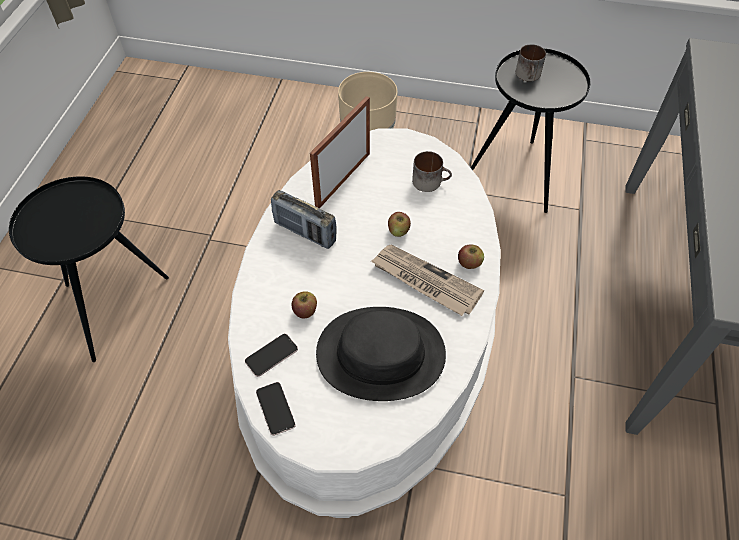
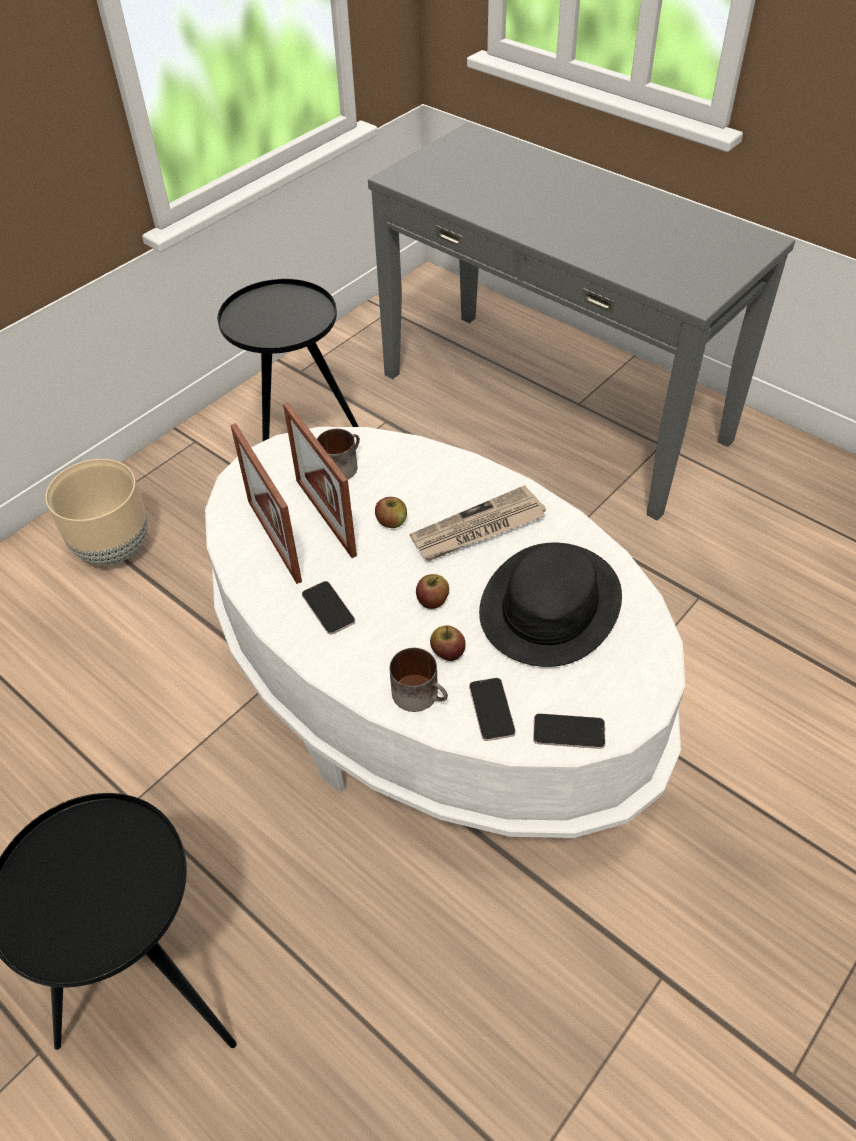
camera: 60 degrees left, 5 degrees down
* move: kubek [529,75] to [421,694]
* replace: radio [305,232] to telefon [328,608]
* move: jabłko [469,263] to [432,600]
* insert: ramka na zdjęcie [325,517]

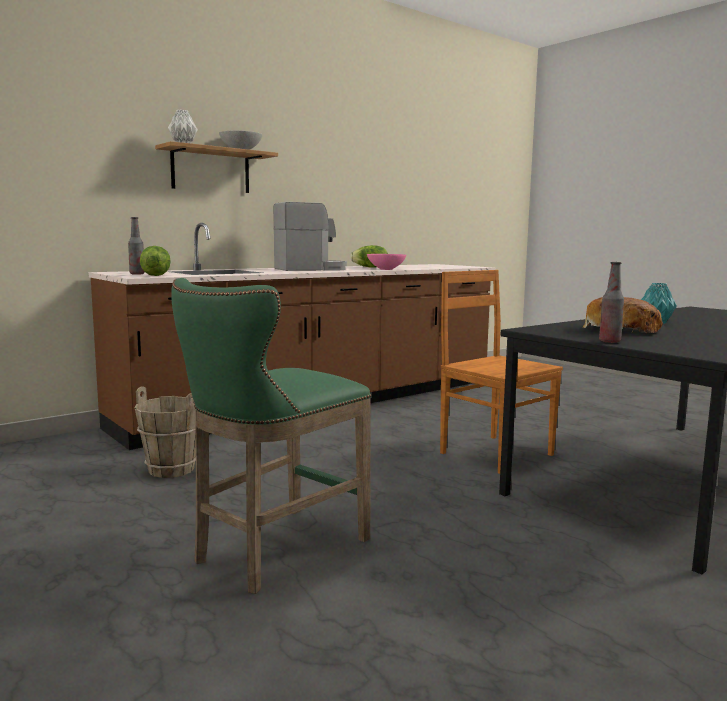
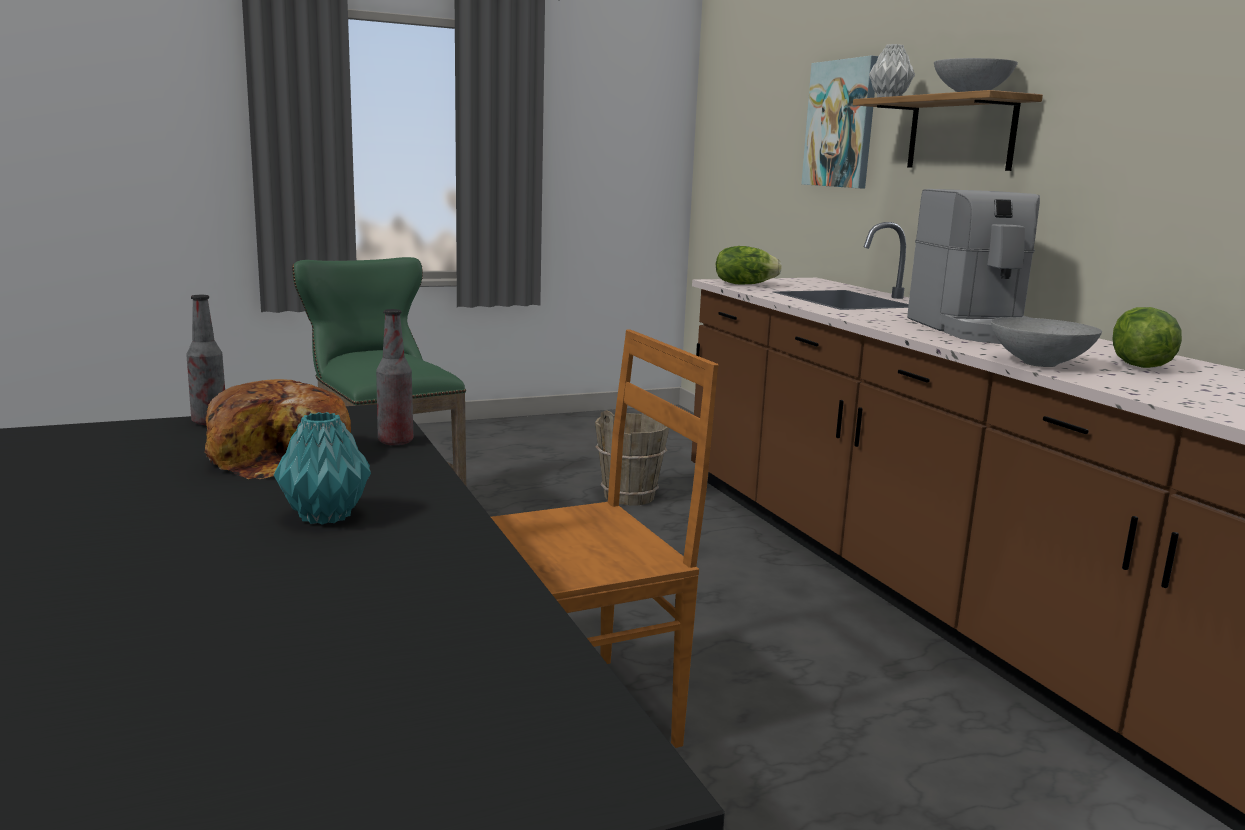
camera: 105 degrees right, 5 degrees up
* move: butelka [137,274] to [395,442]
* recolor: miska (różowy) [387,269] to miska (szary) [1040,364]
* insert: obraz [841,124]

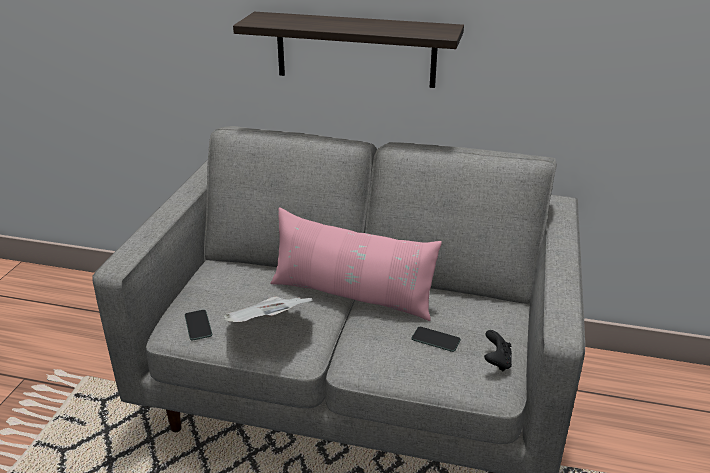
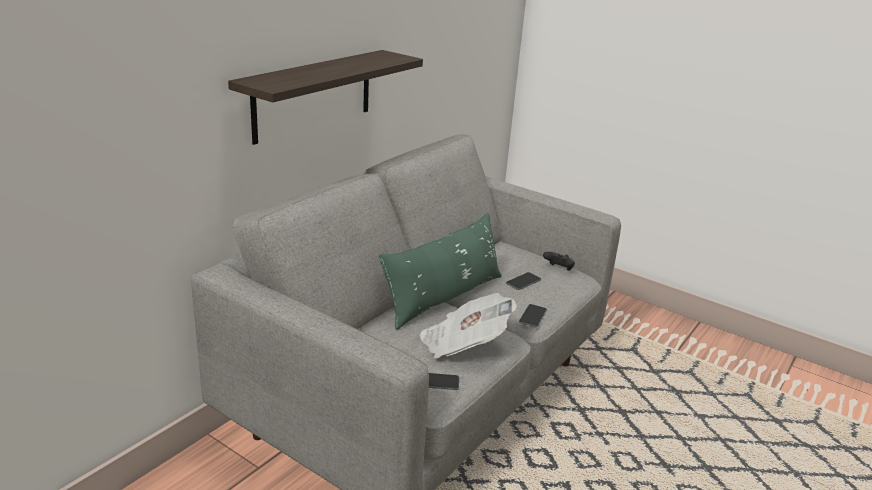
camera: 70 degrees left, 5 degrees down
* recolor: poduszka (różowy) [351,295] to poduszka (zielony) [444,297]
* insert: telefon [532,316]

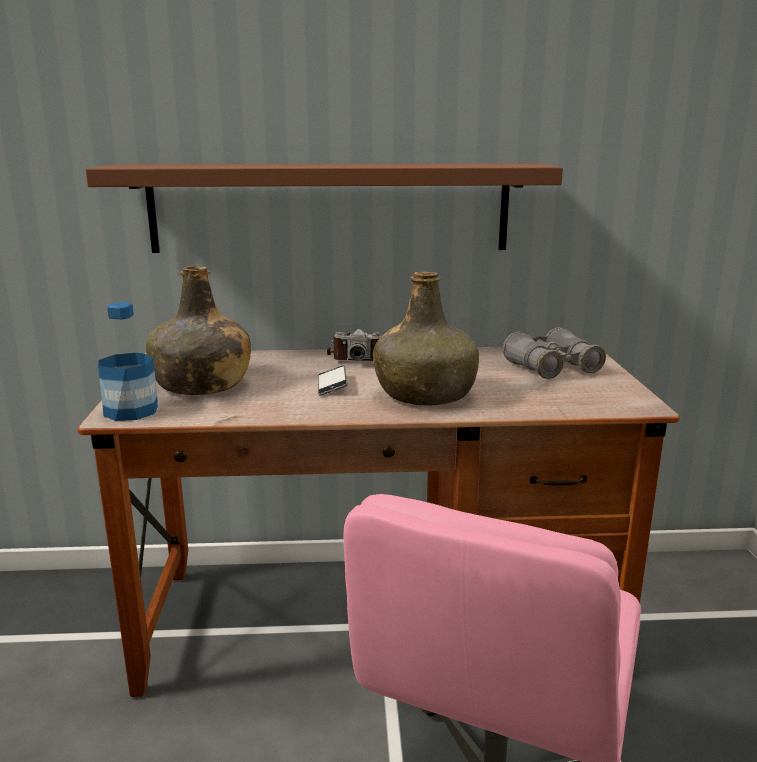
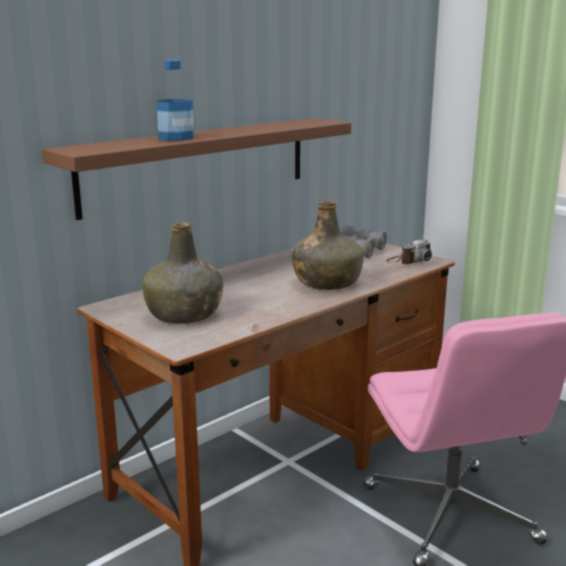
camera: 40 degrees left, 0 degrees up
* move: butelka [131,411] to [176,138]
* move: aparat fotograficzny [357,358] to [409,261]
* delete: telefon [332,385]

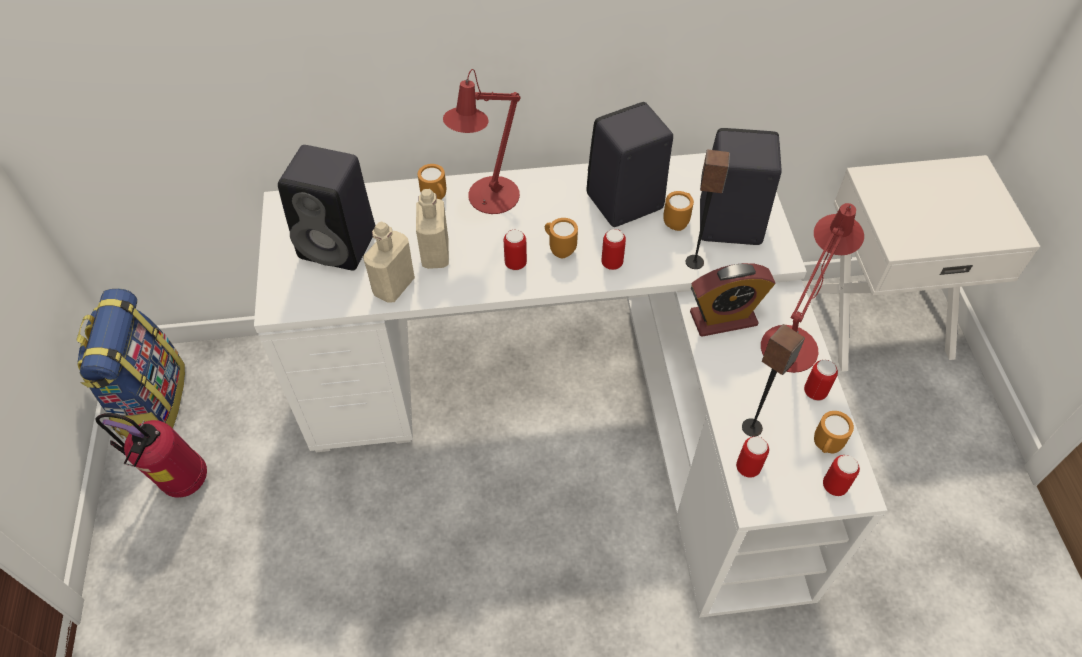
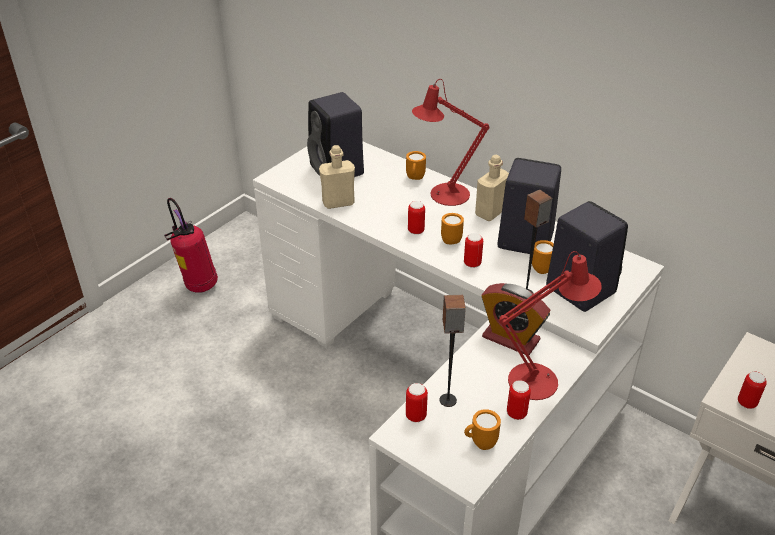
camera: 45 degrees right, 15 degrees down
* move: butelka (beżowy) [435,254] to [490,212]
* delete: plecak [151,400]
* move: puszka [834,486] to [746,403]

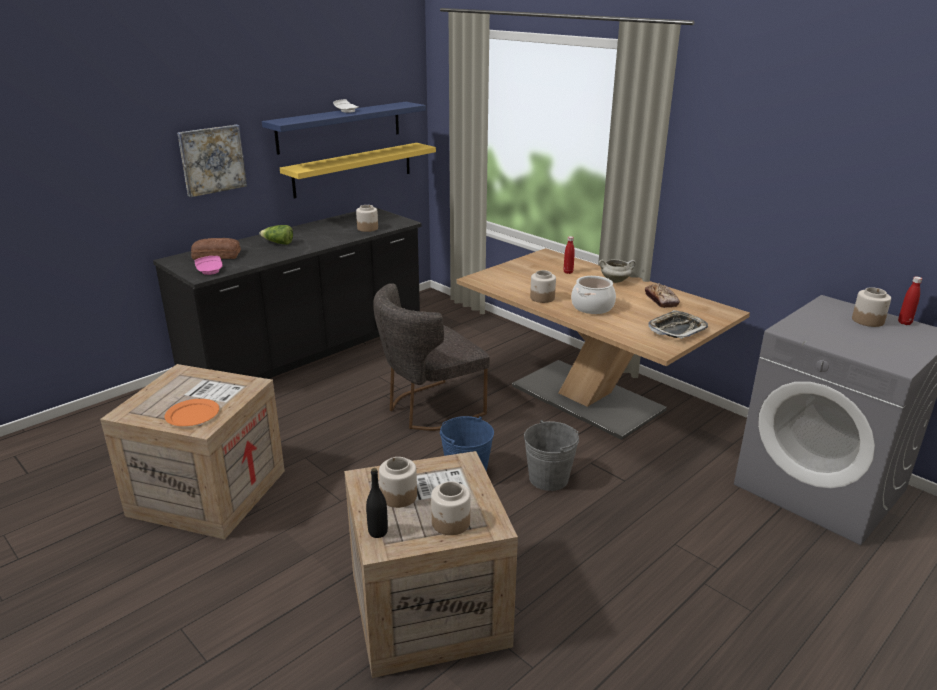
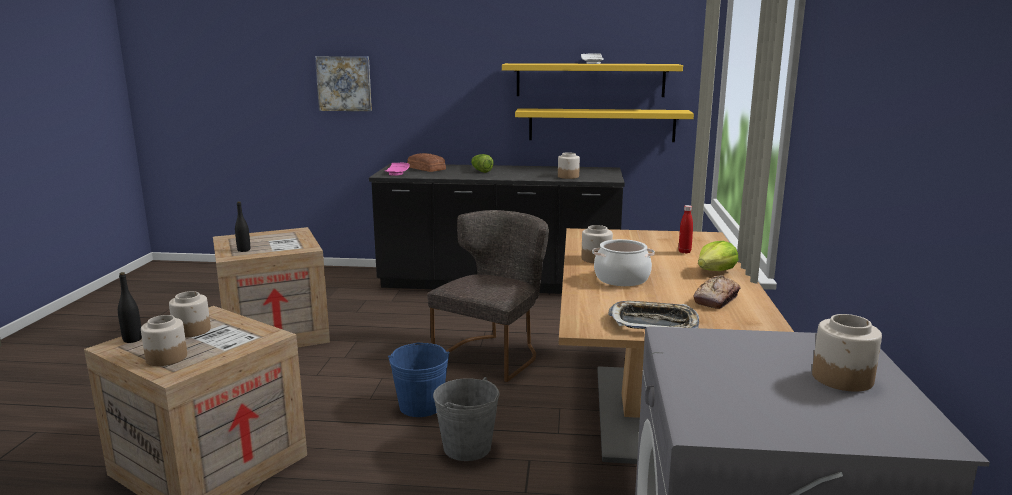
camera: 50 degrees right, 10 degrees down
* recolor: półka (niebieski) [340,127] to półka (żółty) [590,80]
* move: obraz [212,160] to [344,83]
* replace: garnek (biały) [615,281] to sałata [715,271]
* delete: butelka (czerwony) [904,323]
* rotate: krzesło (szary) [429,409] = [493,354] 105 degrees clockwise
* replace: talerz (pomarańczowy) [193,415] to butelka (czarny) [244,250]

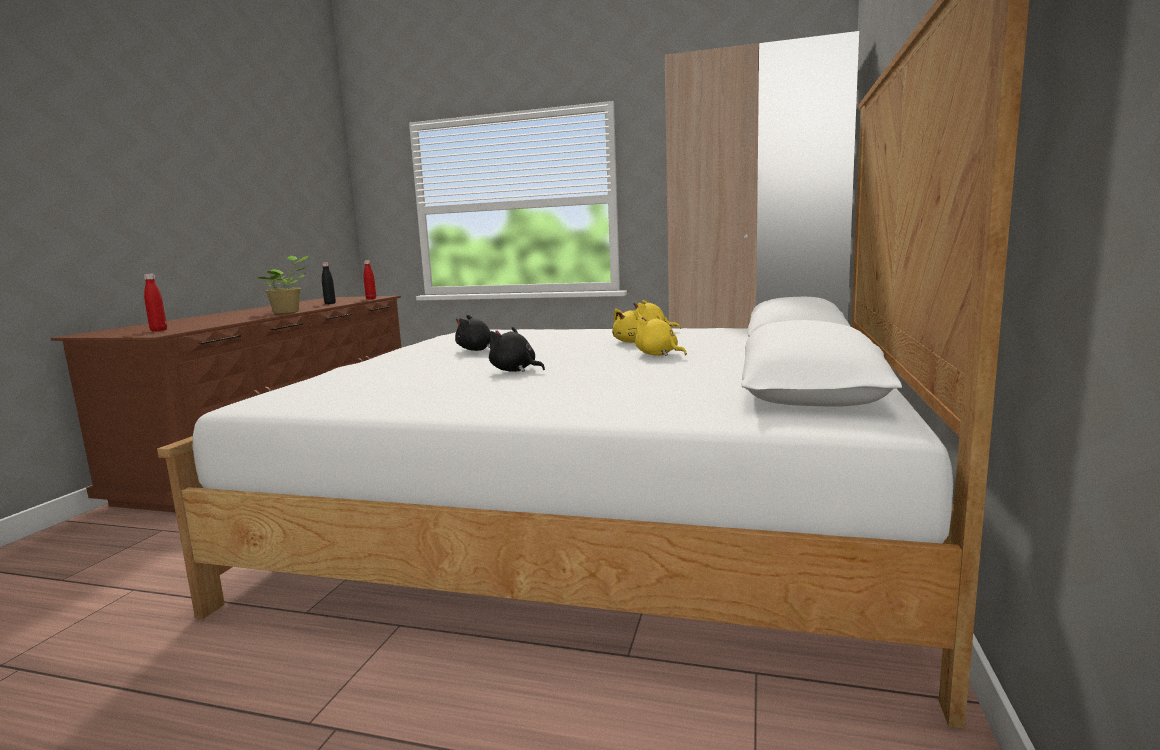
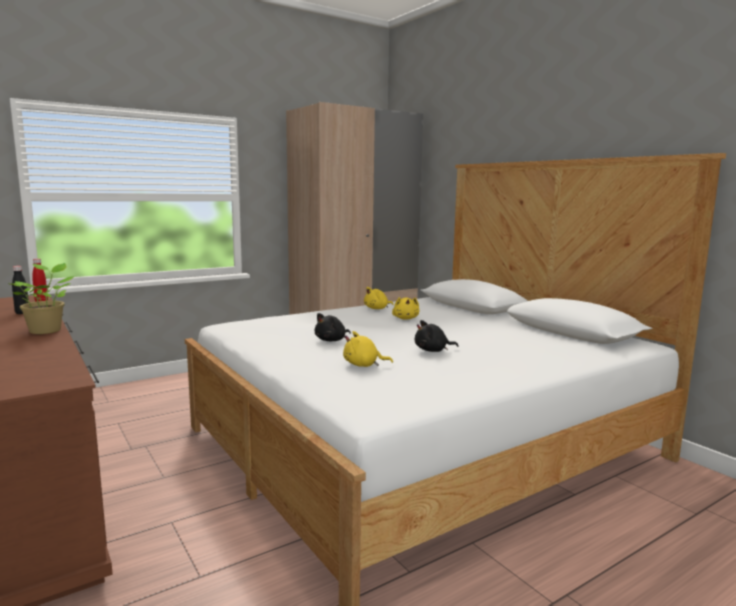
camera: 50 degrees left, 0 degrees up
* delete: butelka (czerwony) [158,330]
* move: pluszak (żółty) [658,355] to [363,365]

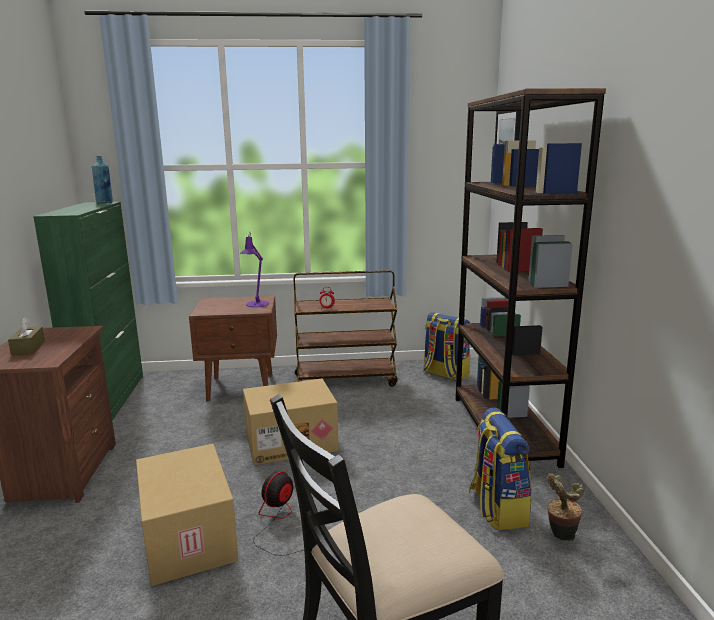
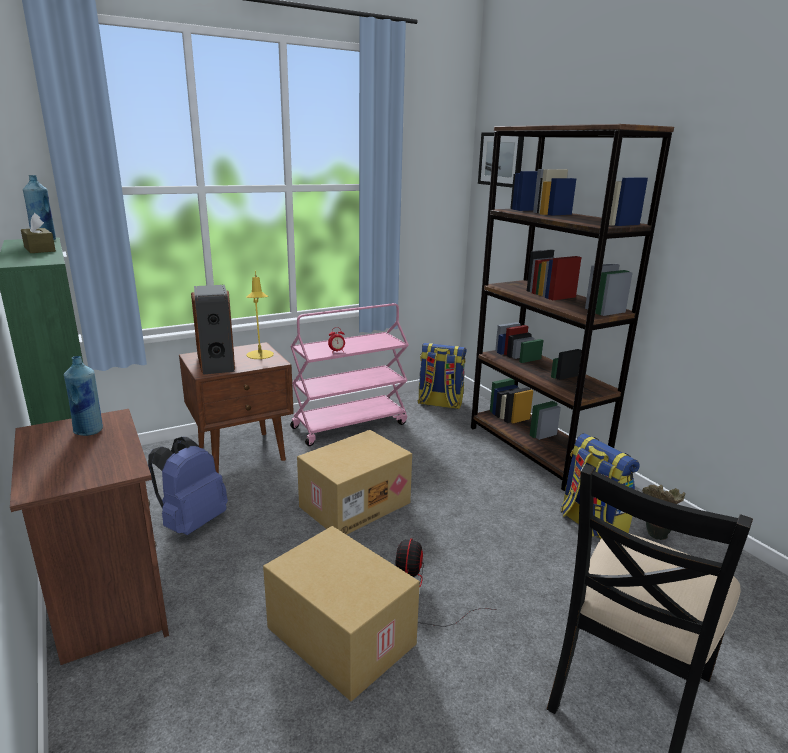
camera: 25 degrees left, 5 degrees up
* recolor: lampa stołowa (fioletowy) [256,305] to lampa stołowa (żółty) [260,356]
* recolor: wózek (brązowy) [346,380] to wózek (różowy) [350,425]
* move: pudełko chusteczek (brązowy) [28,348] to [39,249]
* insert: głośnik [217,362]
* insert: butelka (niebieski) [89,431]
* insert: plecak (niebieski) [191,522]

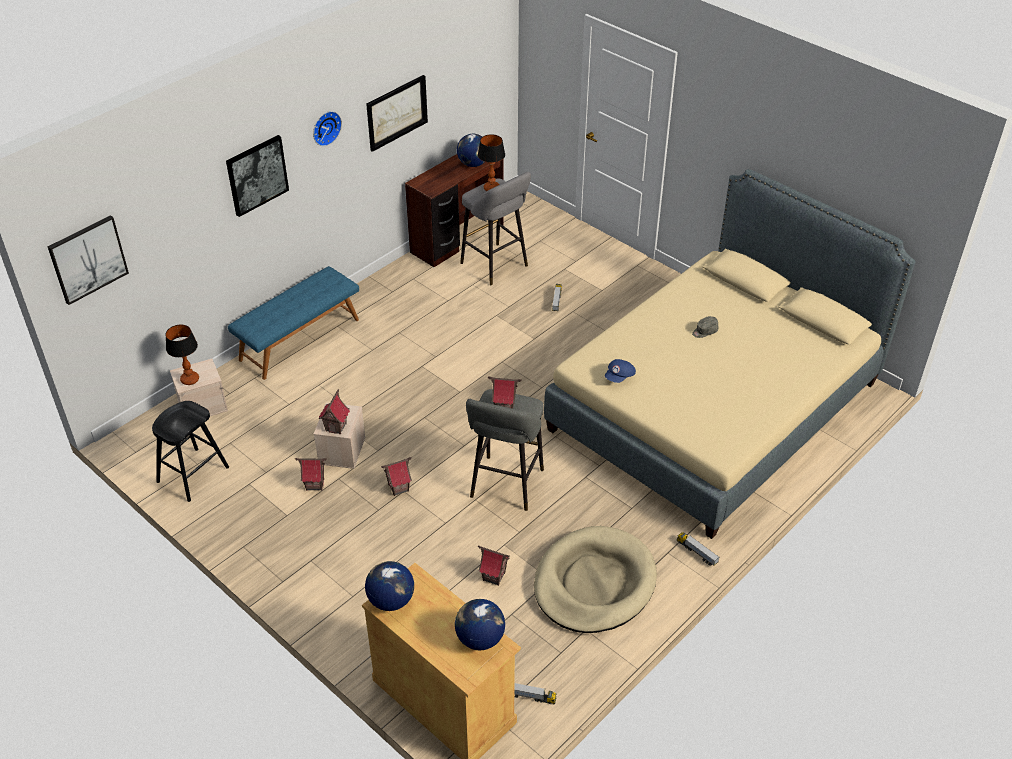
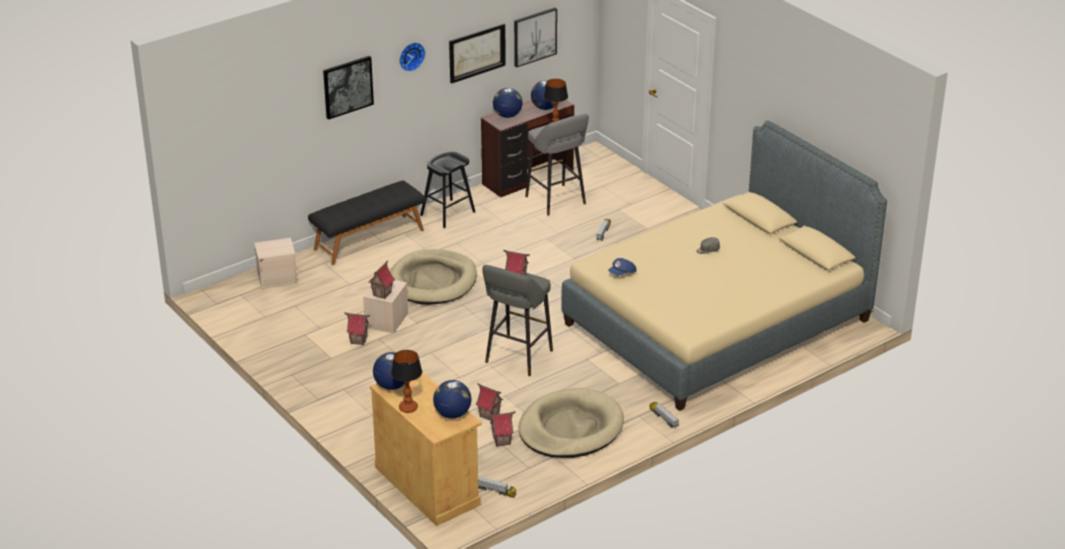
camera: 10 degrees right, 10 degrees down
* move: obraz [88,259] to [534,36]
* recolor: ławka (niebieski) [299,339] to ławka (czarny) [369,239]
* move: lampa stołowa [189,379] to [408,408]
* move: stołek (czarny) [193,475] to [447,213]
* move: domek [398,487] to [501,441]
* insert: globus [507,115]
* insert: legowisko (beżowy) [433,281]

